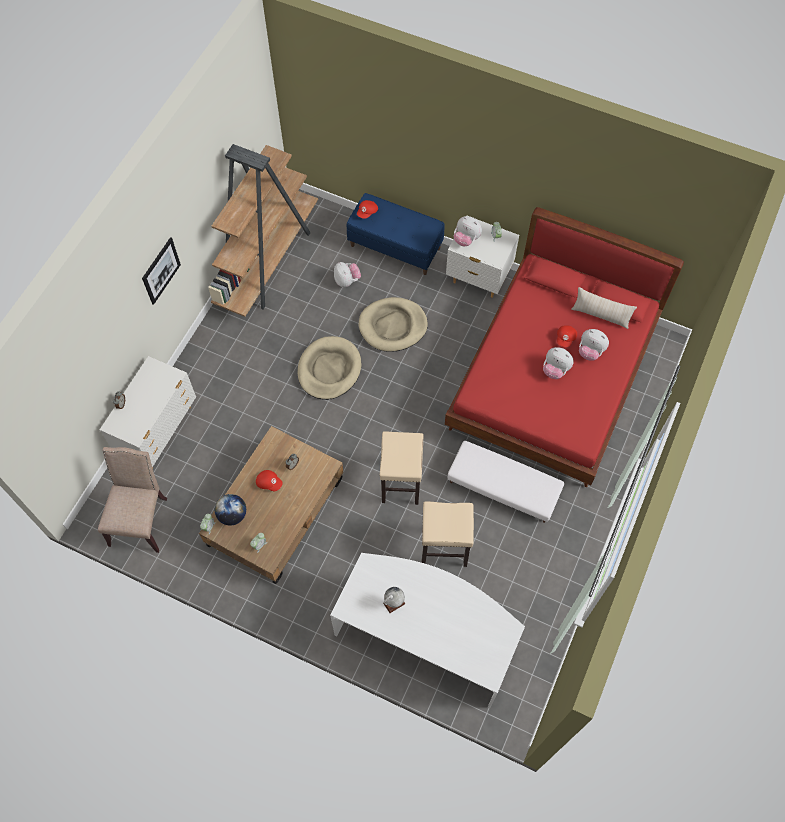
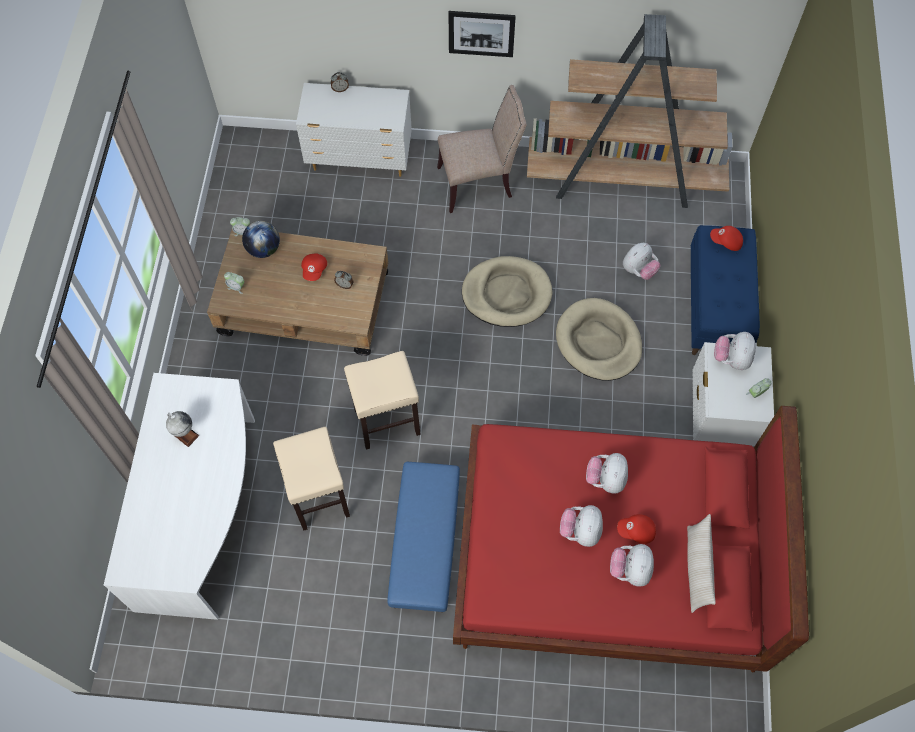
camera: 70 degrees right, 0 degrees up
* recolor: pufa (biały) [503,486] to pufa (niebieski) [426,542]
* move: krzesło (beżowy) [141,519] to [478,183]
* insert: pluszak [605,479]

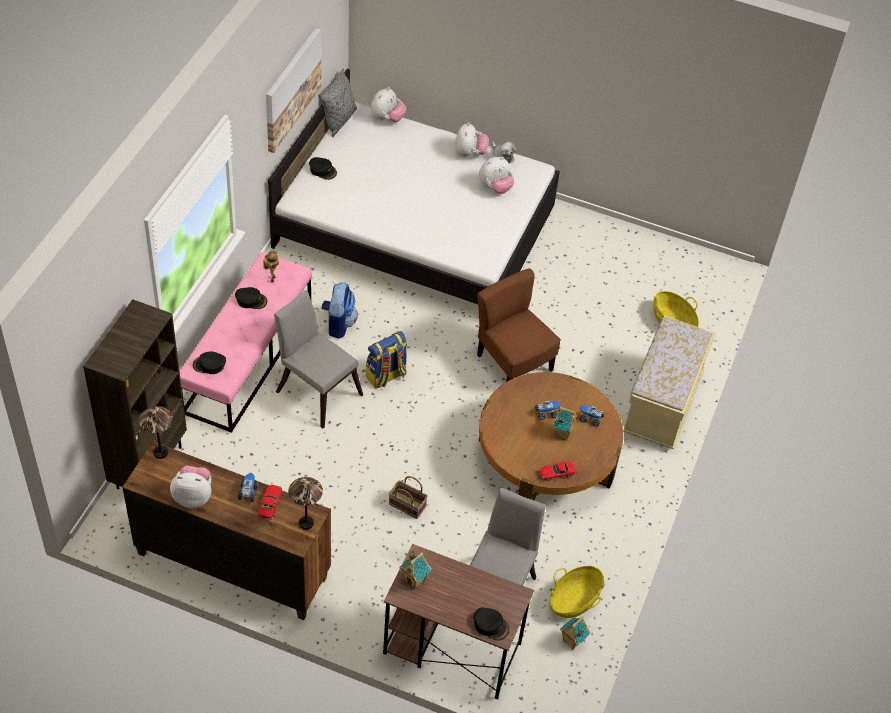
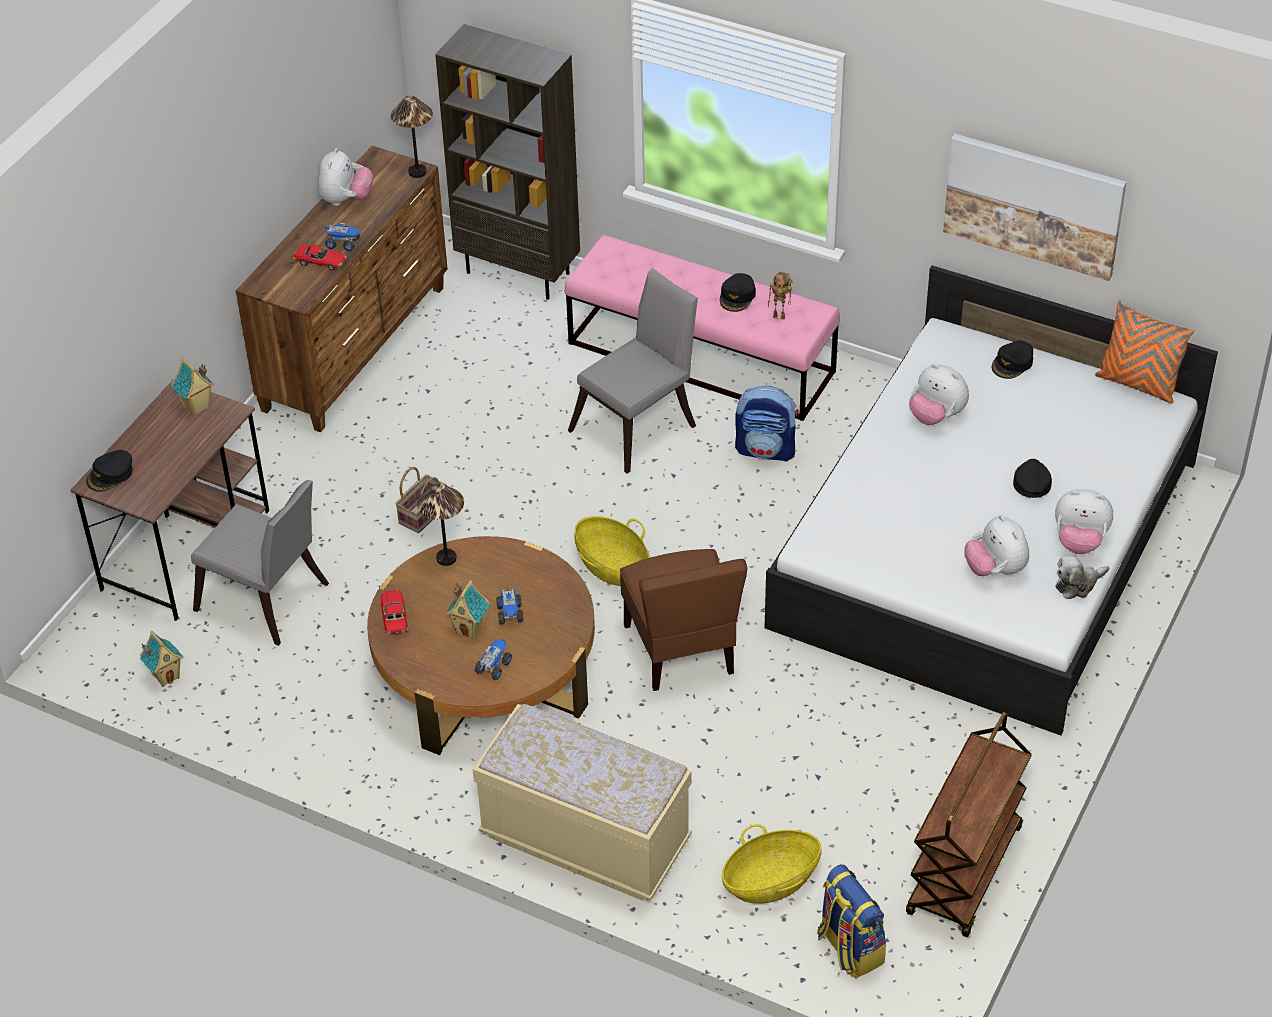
camera: 100 degrees right, 5 degrees down
* recolor: poduszka (szary) [339,120] to poduszka (pomarańczowy) [1138,384]
* move: pluszak [387,118] to [936,416]
* rotate: krzesło (brązowy) [513,364] = [681,649] 105 degrees clockwise
* move: plecak [386,376] to [849,948]
* move: czapka z daszkiem (czarny) [209,365] to [1031,482]
* move: lampa stołowa [306,523] to [447,558]
* move: koszyk [574,600] to [612,566]
* insert: wózek (brązowy) [965,872]

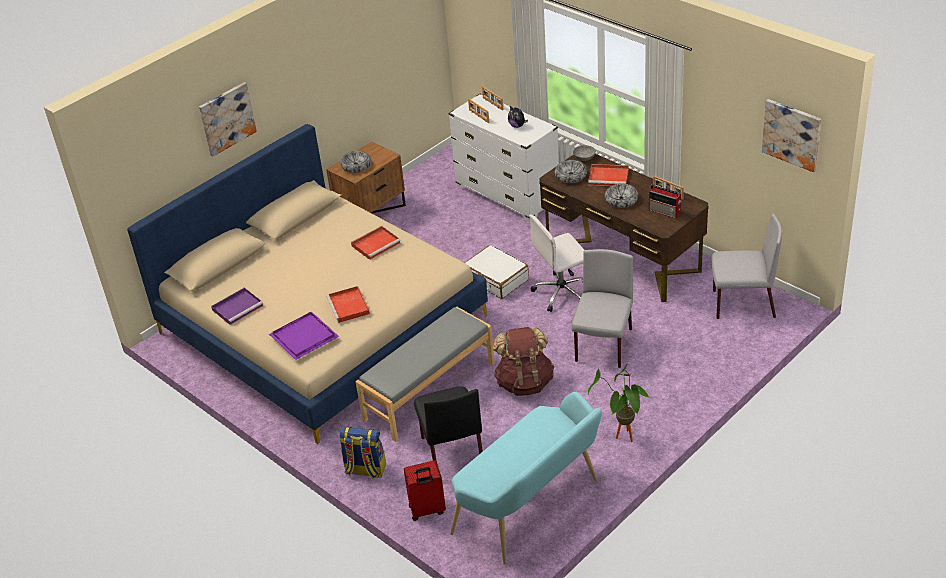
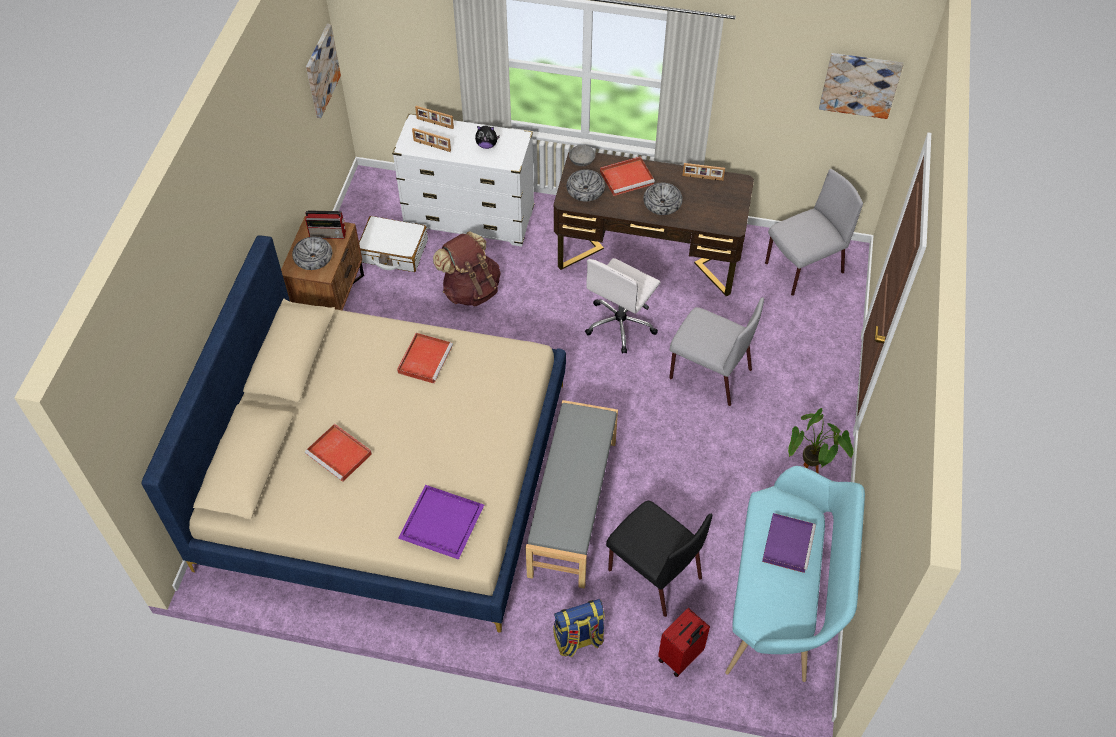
camera: 35 degrees left, 15 degrees up
* move: obraz [227,118] to [321,71]
* move: radio [665,212] to [328,234]
* move: walizka (biały) [496,279] to [393,251]
* rotate: krzesło (szary) [603,346] = [709,373] 135 degrees clockwise
* move: taca (czerwony) [349,306] to [340,454]
* move: taca (fioletowy) [238,307] to [788,543]
* move: plecak (brązowy) [524,383] to [470,290]

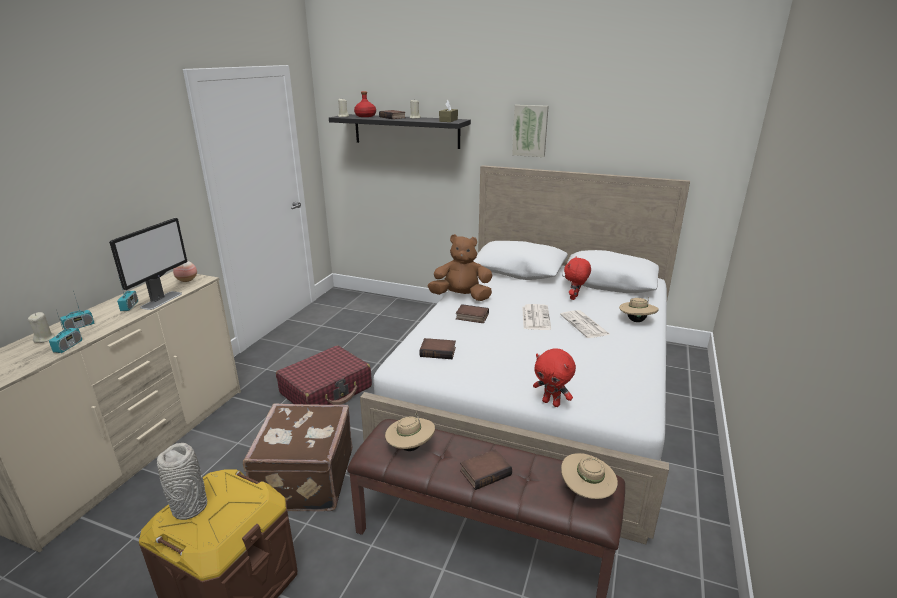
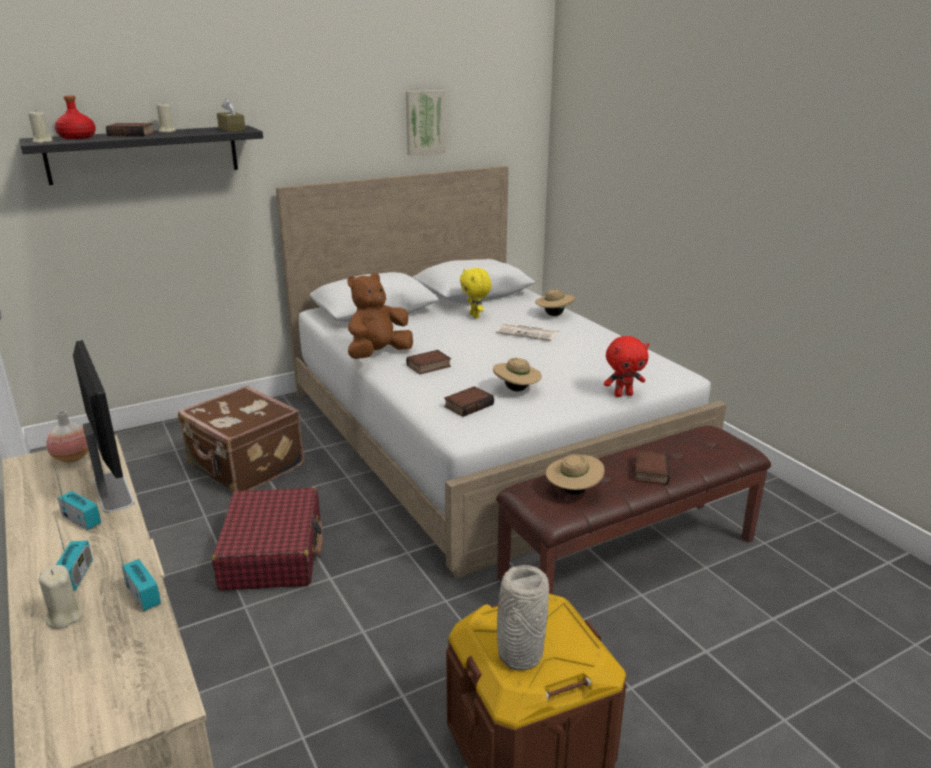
camera: 50 degrees left, 0 degrees up
* move: obraz [530,130] to [424,122]
* recolor: pluszak (czerwony) [574,298] to pluszak (żółty) [475,316]
* delete: gazeta [535,317]
* move: walizka (brązowy) [304,479] to [245,467]
* move: kapelusz (beżowy) [586,492] to [516,390]

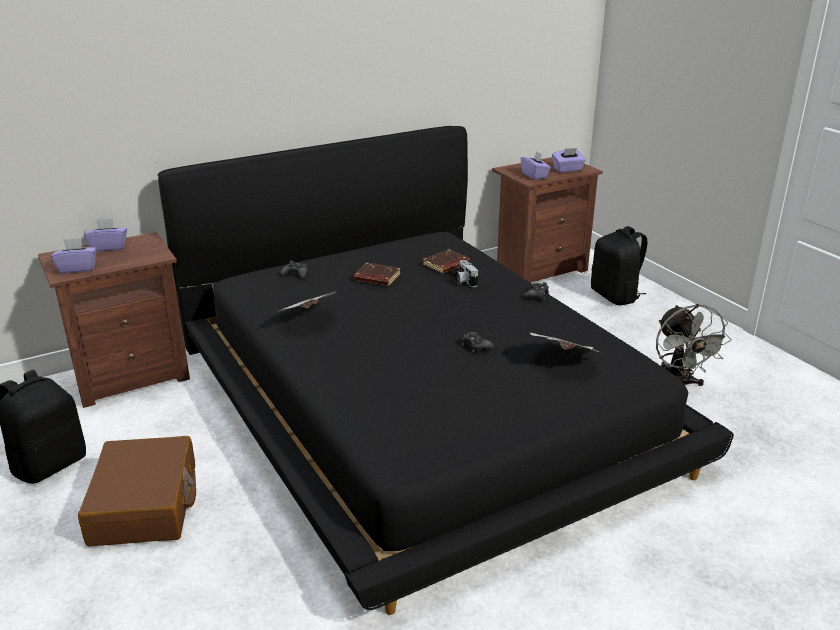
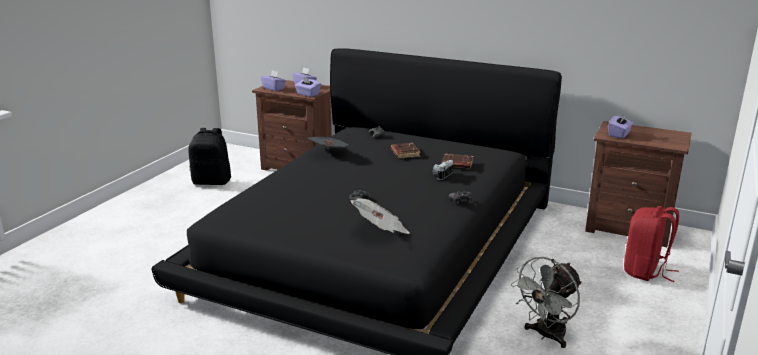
camera: 55 degrees right, 5 degrees down
* move: pudełko chusteczek (fioletowy) [567,169] to [308,94]
* recolor: plecak (czarny) [615,296] to plecak (czerwony) [646,271]
* delete: walizka (brązowy) [145,505]

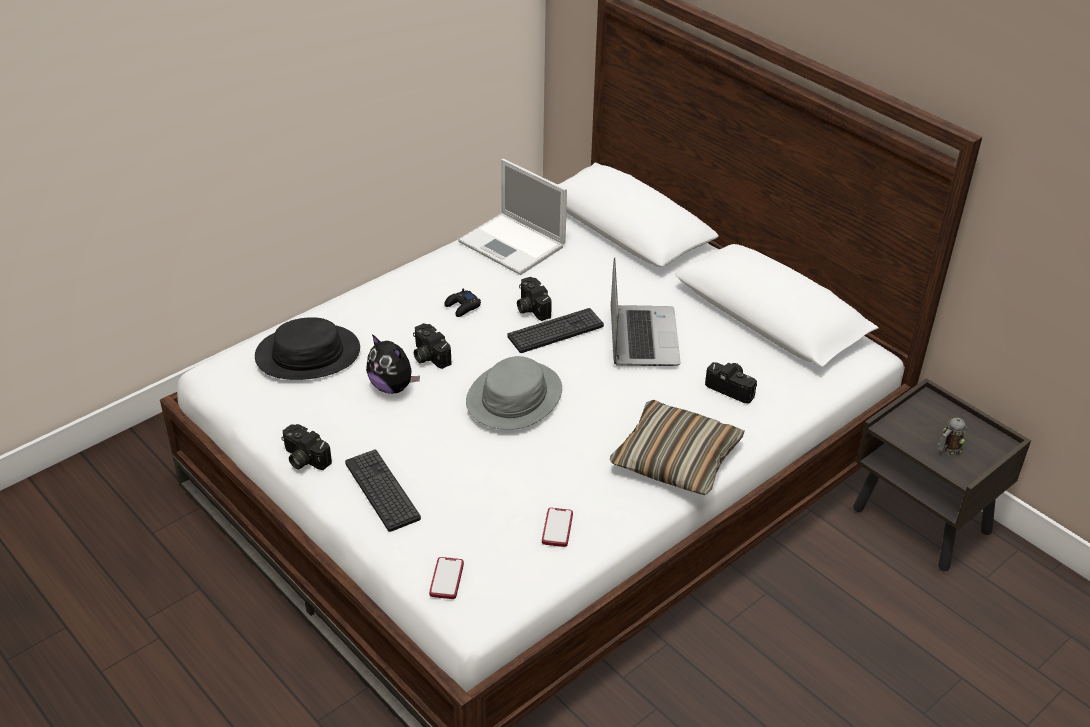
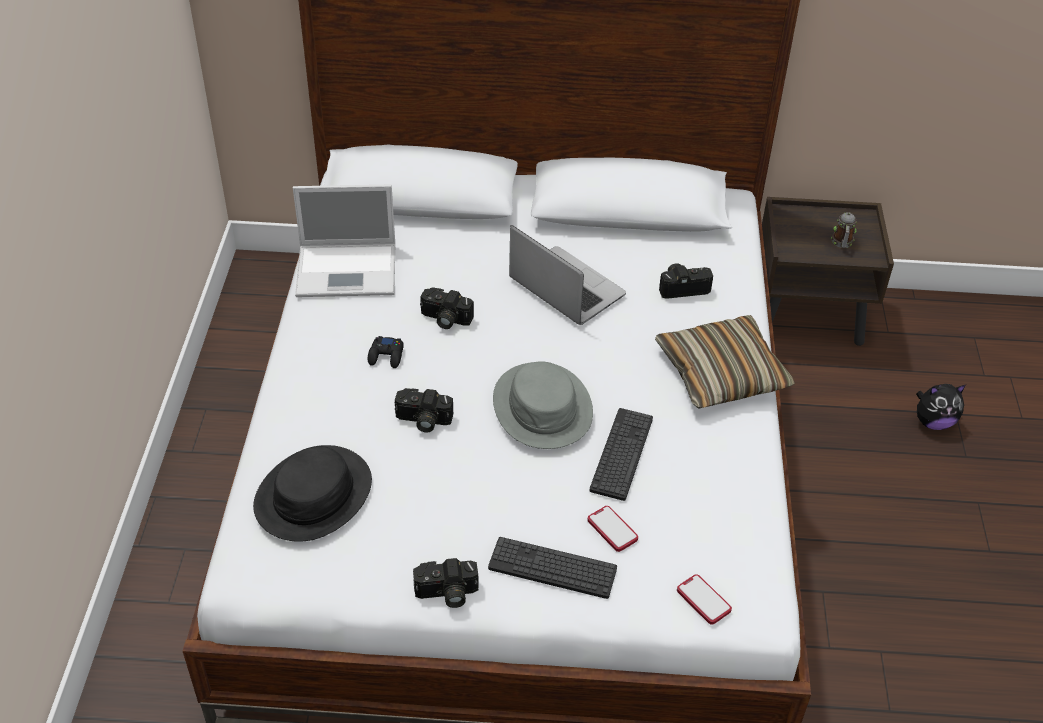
camera: 45 degrees left, 5 degrees up
* move: klawiatura [555,331] to [621,454]
* move: pluszak [392,387] to [933,422]
* move: telefon [557,528] to [612,529]

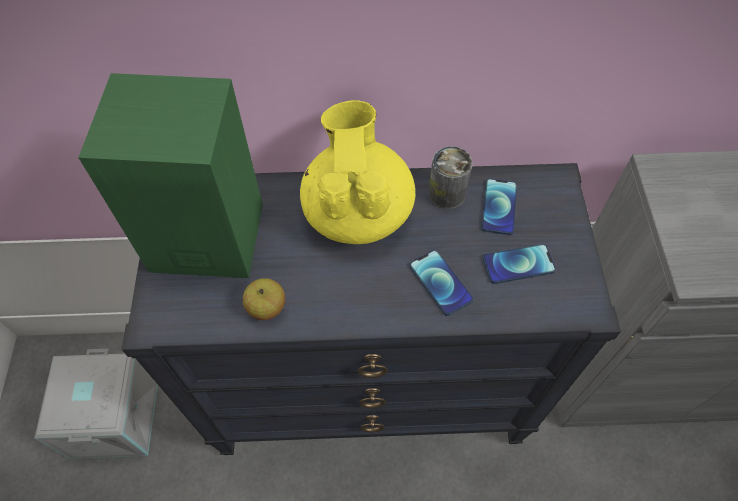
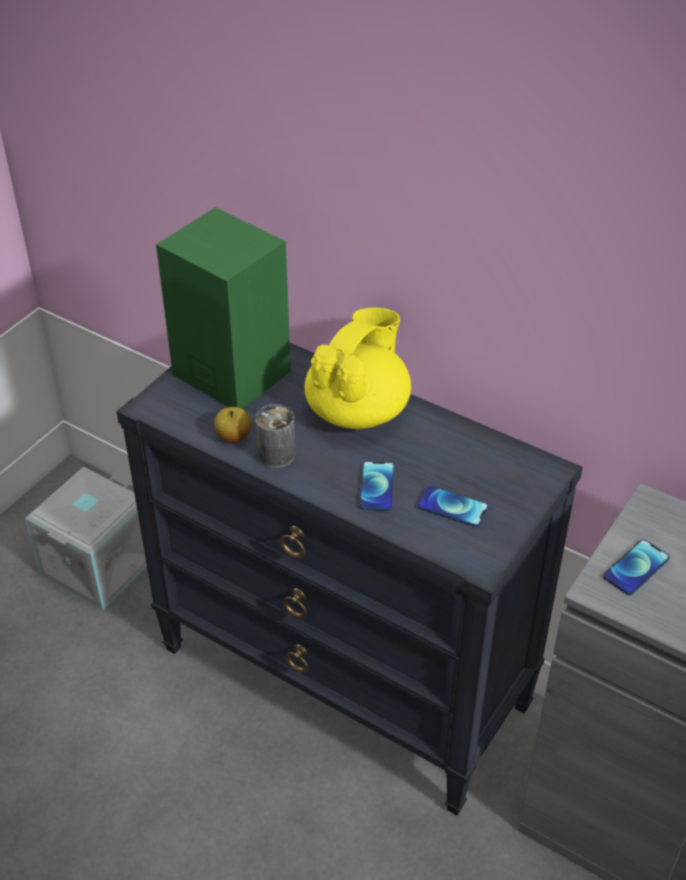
camera: 35 degrees right, 15 degrees down
* move: puszka [447,193] to [276,454]
* move: telefon [499,207] to [636,568]

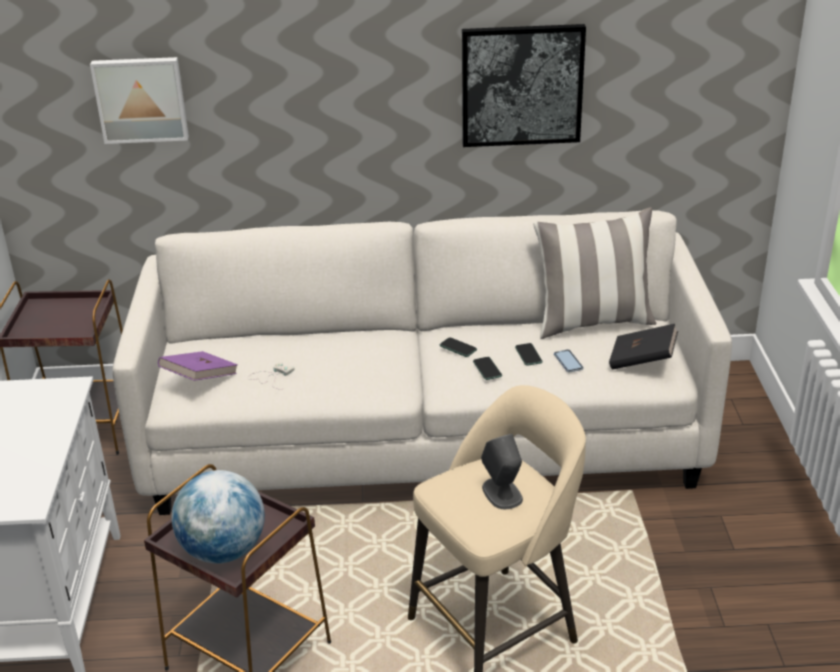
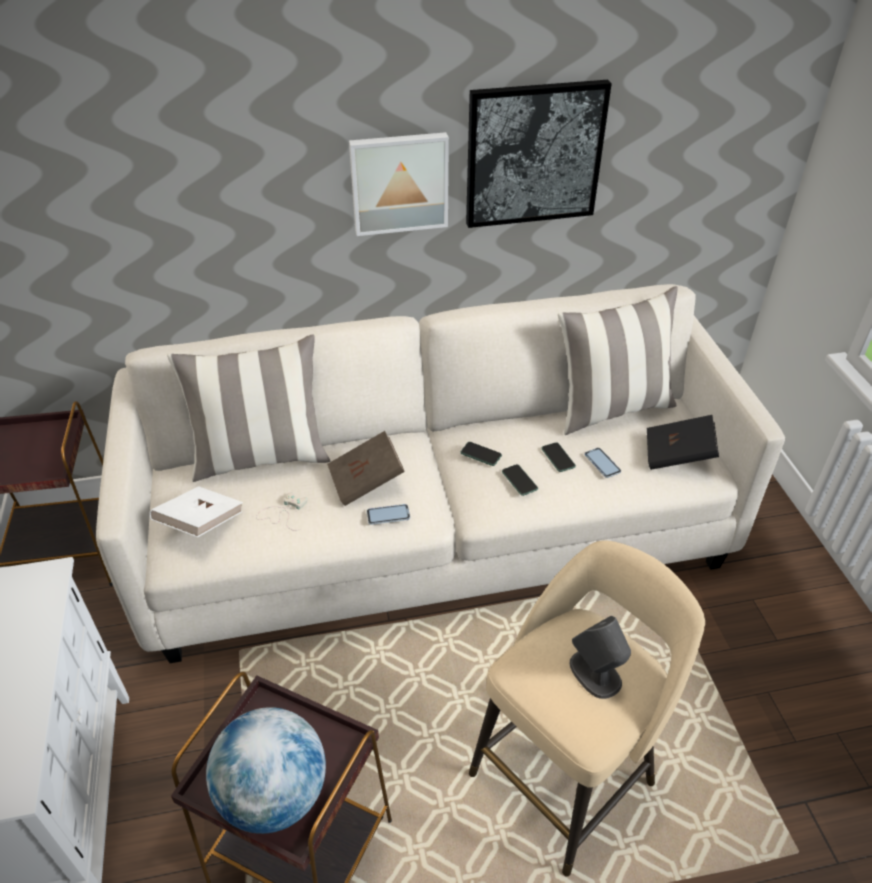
camera: 10 degrees left, 10 degrees up
* move: obraz [141,99] to [399,182]
* recolor: książka (fioletowy) [200,379] to książka (biały) [201,523]
* insert: poduszka [261,457]
* insert: książka (brązowy) [366,481]
* insert: telefon [388,515]

